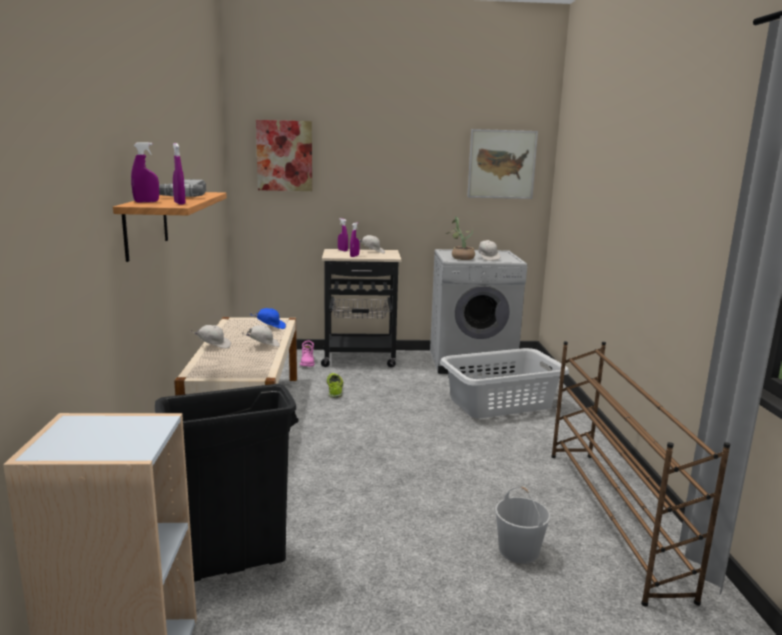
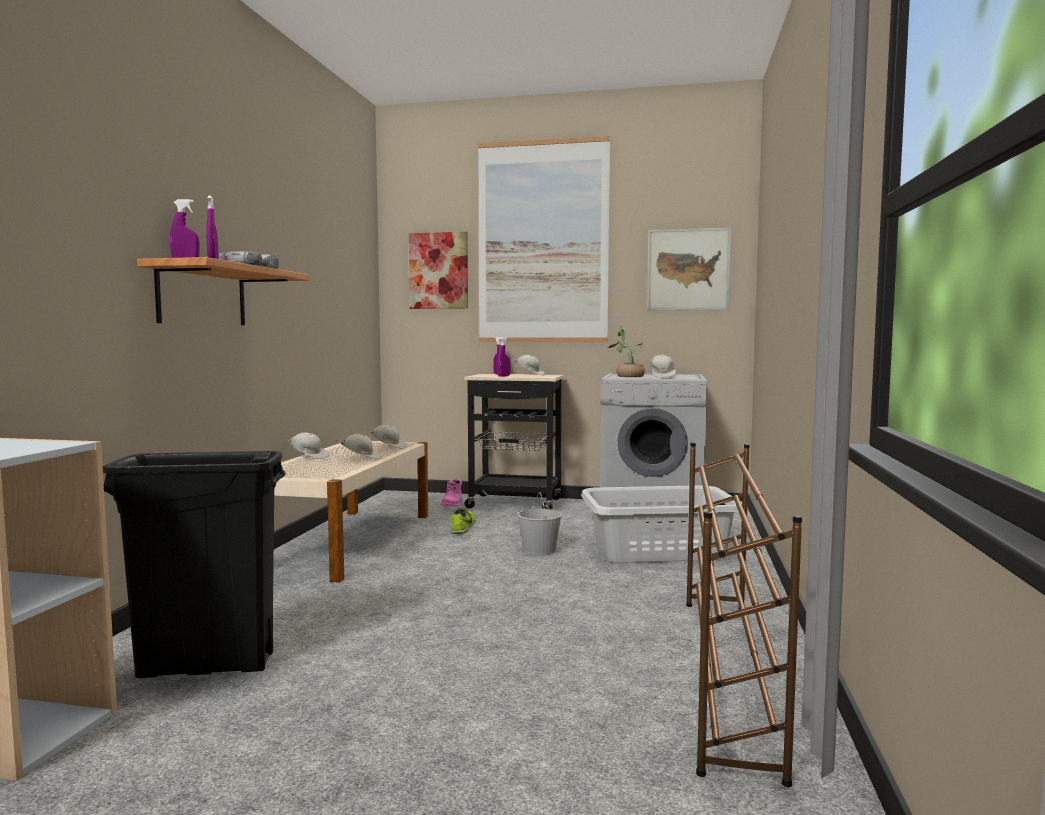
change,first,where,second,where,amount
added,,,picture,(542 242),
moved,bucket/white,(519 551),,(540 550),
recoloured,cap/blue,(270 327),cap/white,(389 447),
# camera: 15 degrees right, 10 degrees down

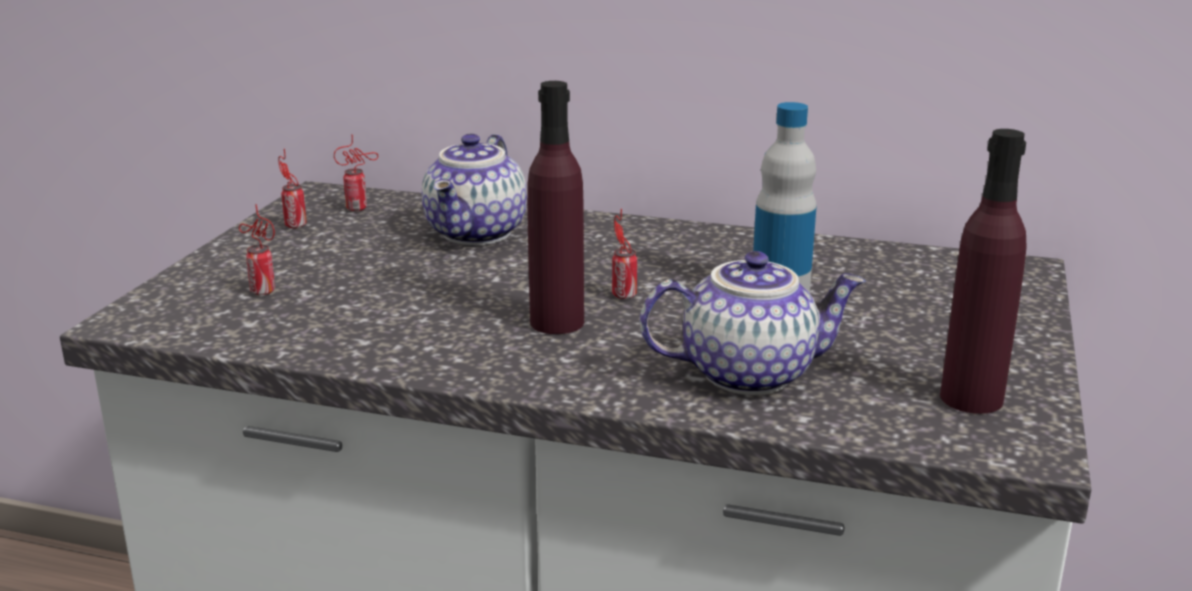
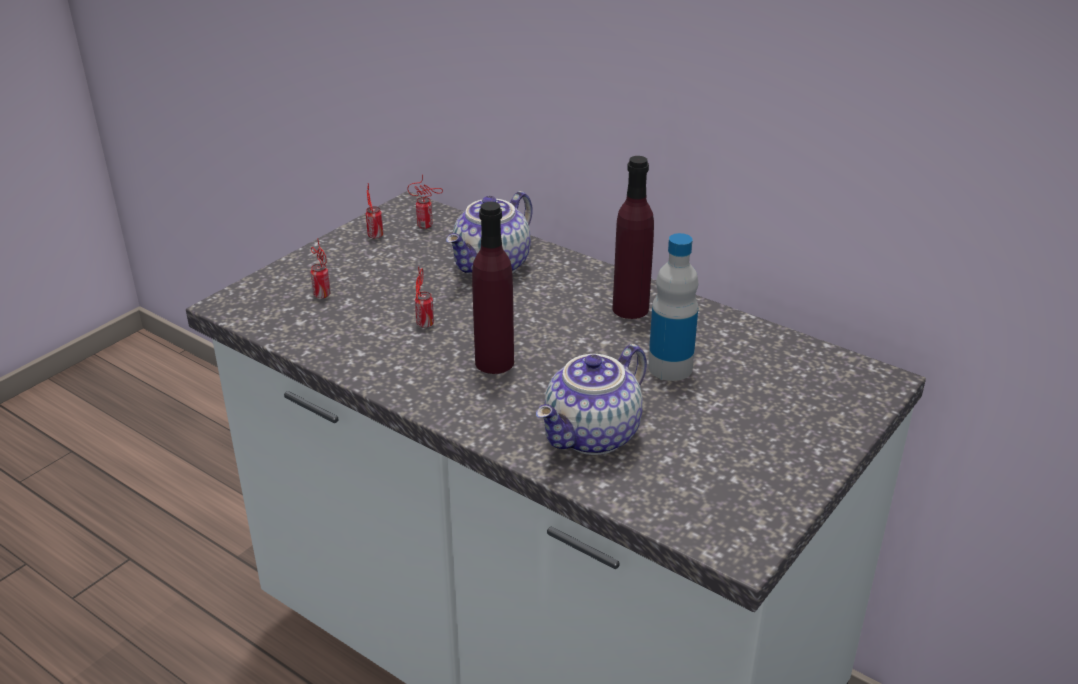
change,first,where,second,where,amount
moved,can,(625 296),,(425 325),
moved,bottle/purple,(971 398),,(630 309),
turned,teapot,(748 373),,(593 436),120 degrees clockwise
# camera: 20 degrees right, 10 degrees up

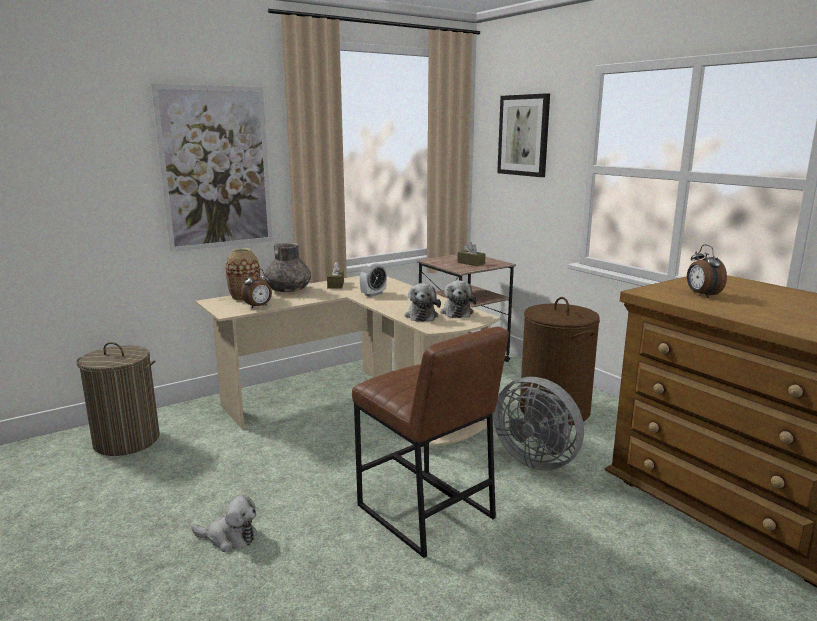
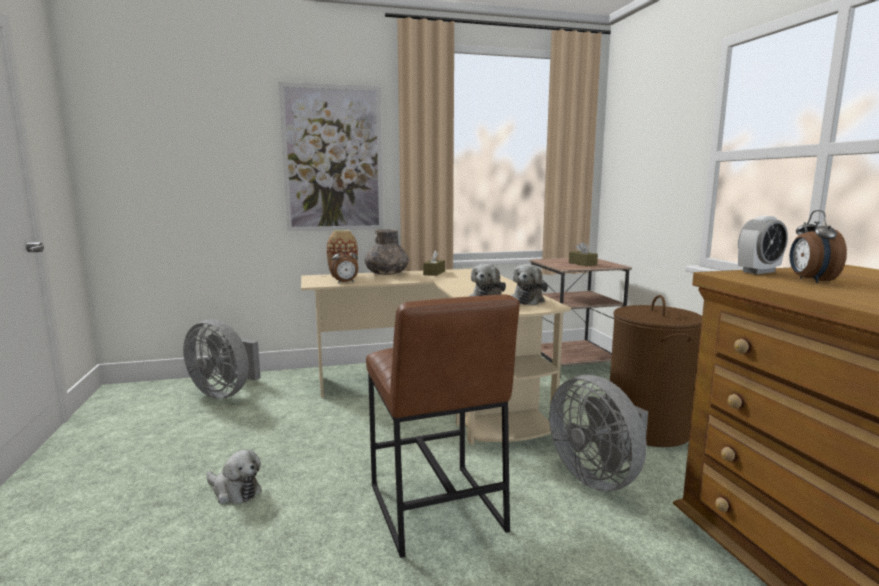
change,first,where,second,where,amount
removed,picture,(524 135),,,
moved,alarm clock,(373 294),,(758 272),
replaced,laundry basket,(127 440),fan/grey,(225 392),
# camera: 20 degrees right, 5 degrees down

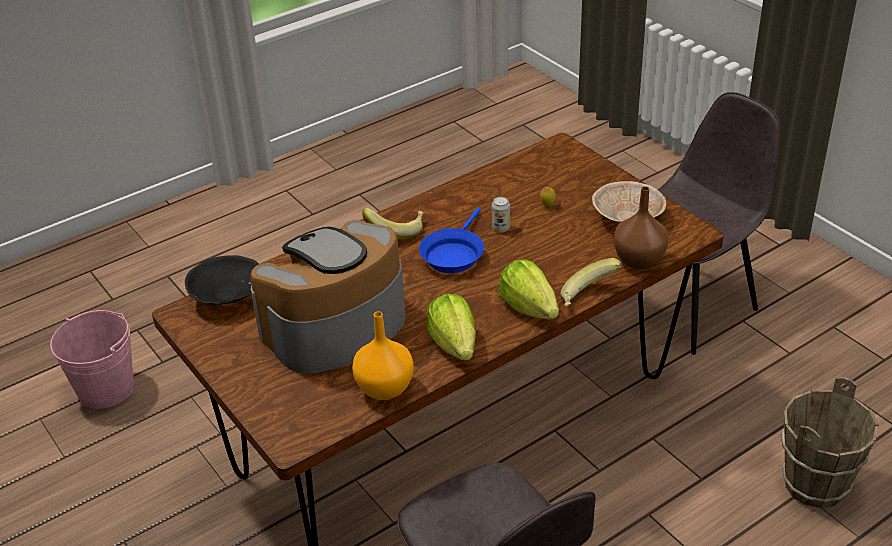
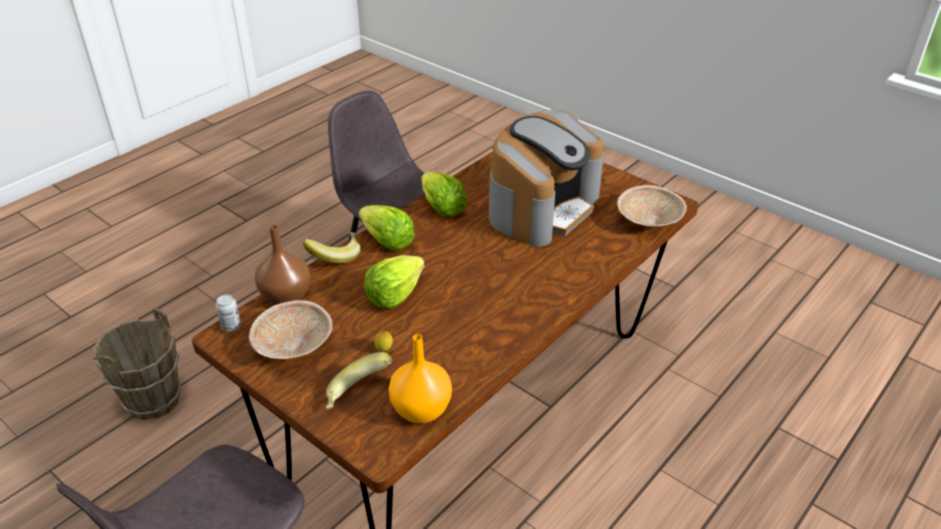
change,first,where,second,where,amount
removed,bucket/pink,(106 389),,,
removed,frying pan/blue,(453 254),,,
added,,,lettuce,(394 295),
moved,vase/orange,(386 389),,(420 410),
moved,banana,(396 231),,(358 395),
moved,can,(501 228),,(231 327),
recoloured,bowl/black,(228 295),bowl/beige,(648 221),
# camera: 165 degrees right, 0 degrees up

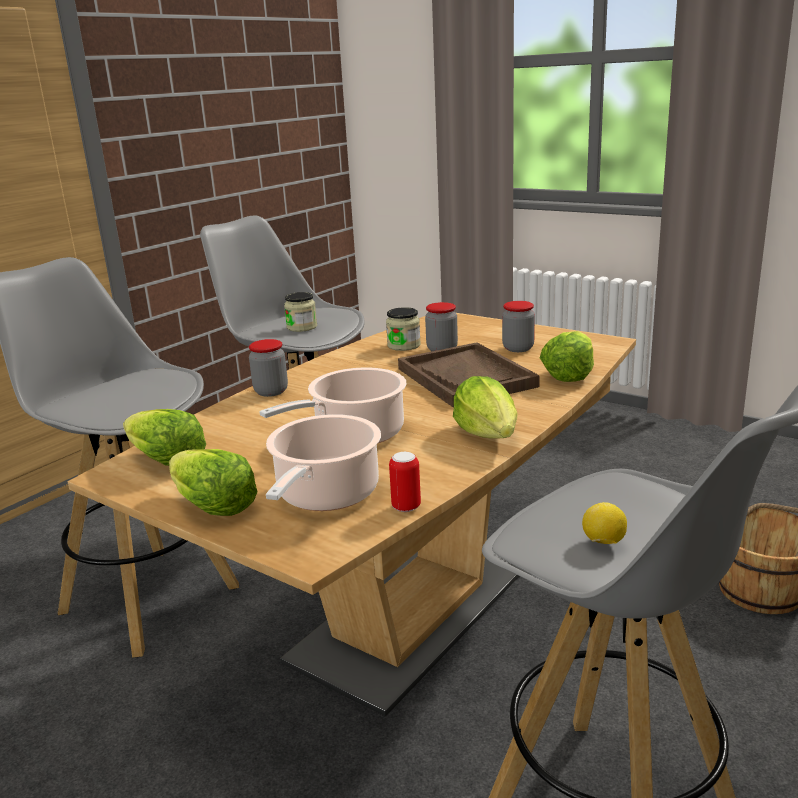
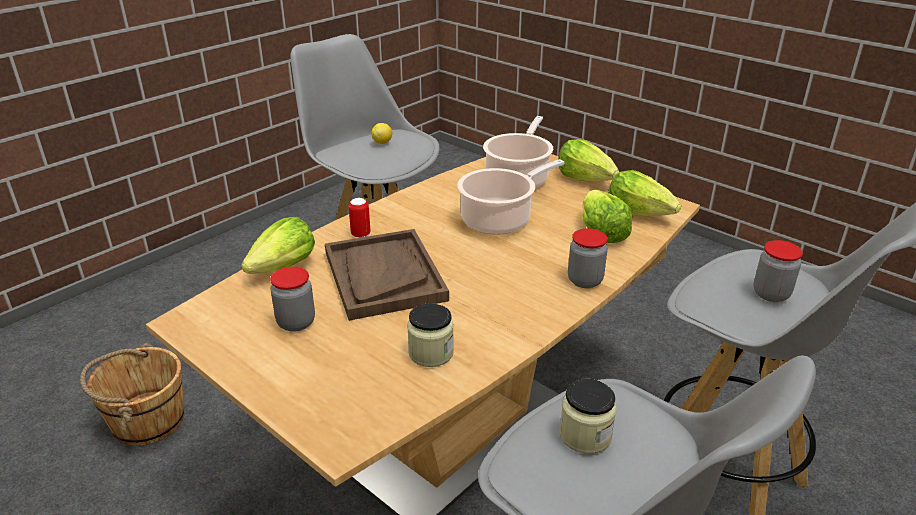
change,first,where,second,where,amount
moved,can,(406 507),,(360 234),
moved,jar,(442 349),,(771 294),
moved,lettuce,(488 434),,(601 232),
# camera: 175 degrees left, 10 degrees up

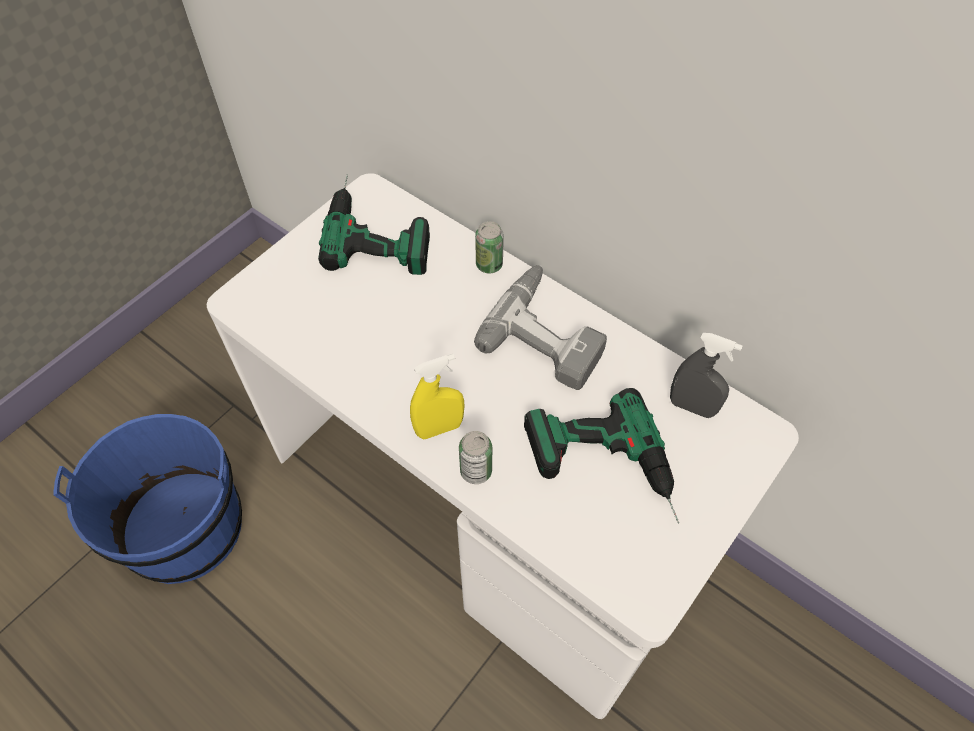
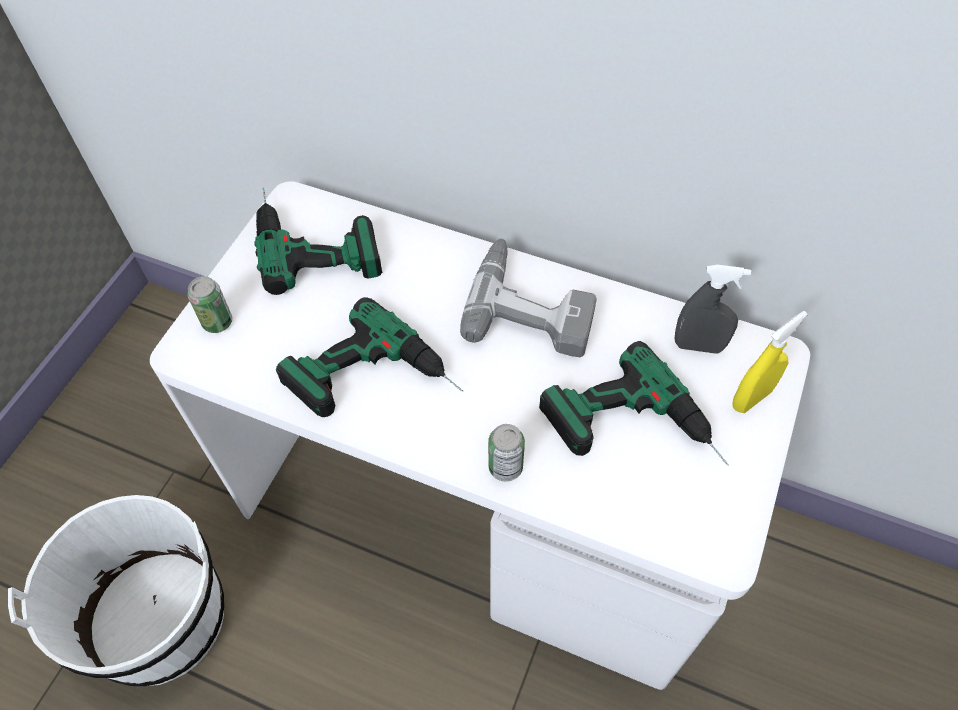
change,first,where,second,where,amount
added,,,power drill,(376 384),
moved,spray bottle/yellow,(439 428),,(751 398),
moved,can,(489 265),,(217 322),
recoloured,bucket/blue,(184 527),bucket/white,(159 617),
# camera: 15 degrees left, 0 degrees up

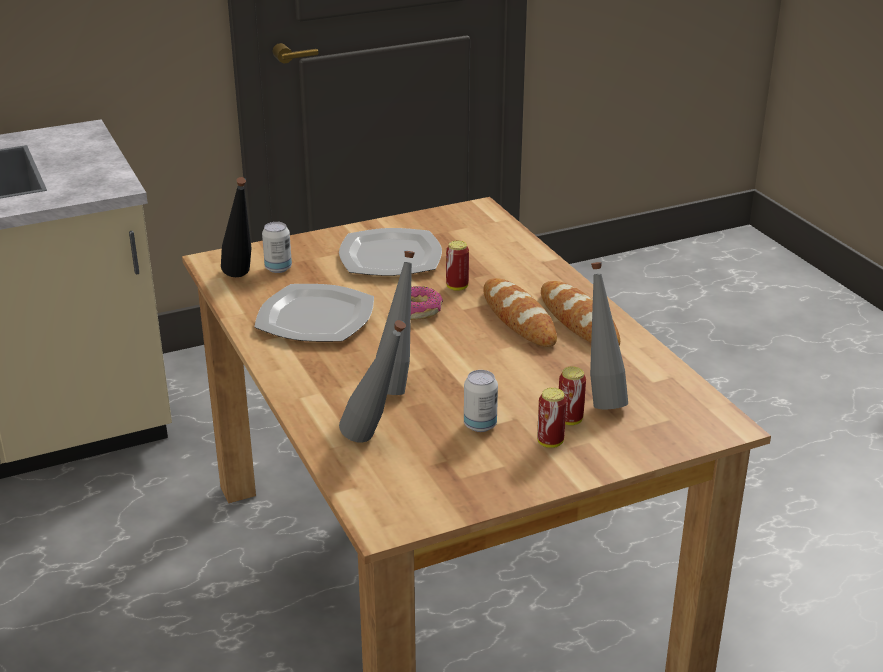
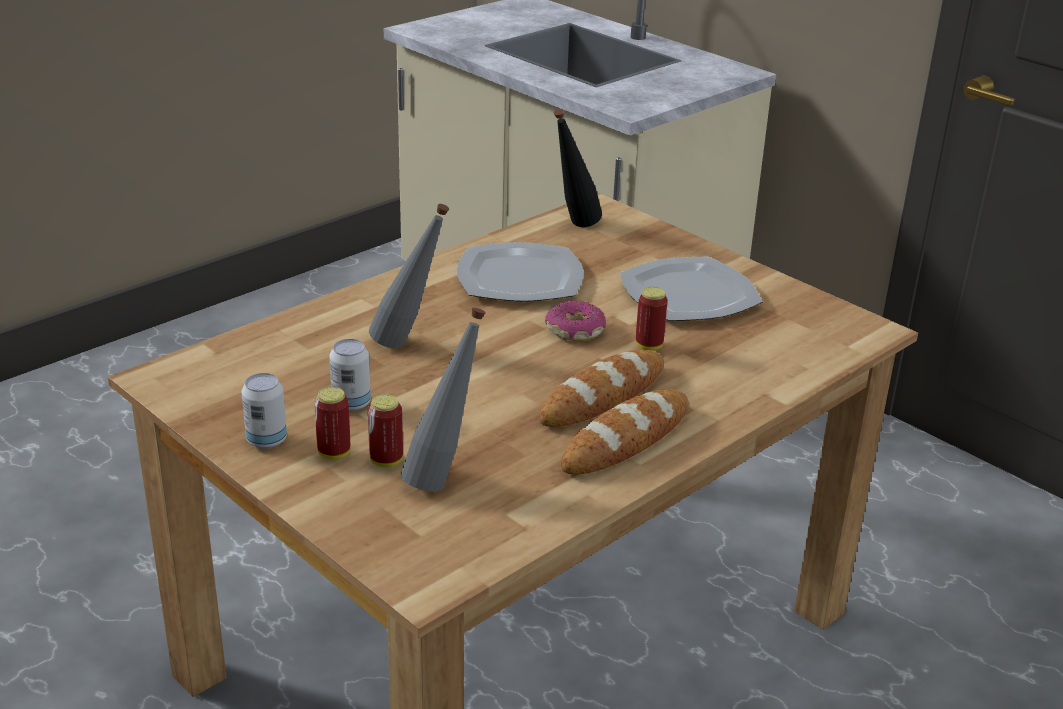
change,first,where,second,where,amount
removed,bottle/grey,(374 440),,,
moved,can,(278 268),,(266 440),
# camera: 70 degrees right, 0 degrees up

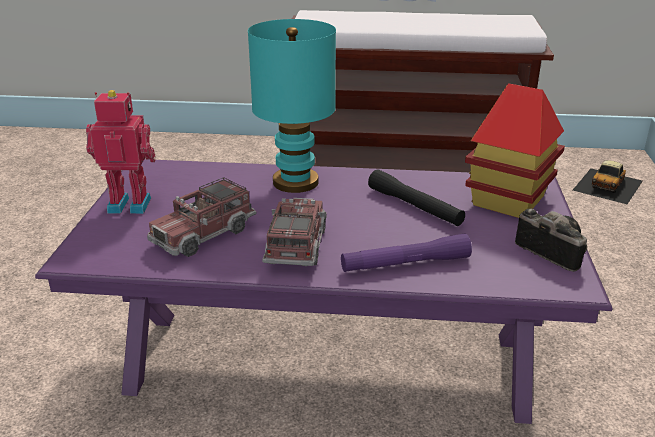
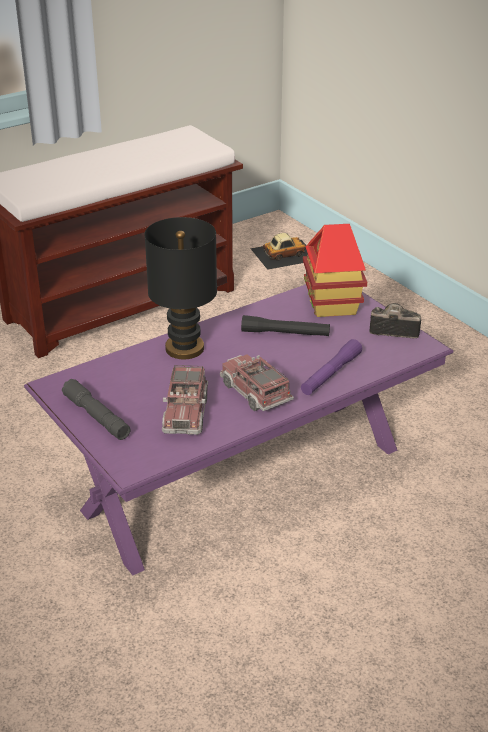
change,first,where,second,where,amount
replaced,toy robot,(130 204),flashlight/grey,(96 417),
recoloured,table lamp/turquoise,(297 182),table lamp/black,(185 348),
turned,toy car,(608 185),,(284 254),105 degrees counterclockwise
# camera: 40 degrees left, 5 degrees up

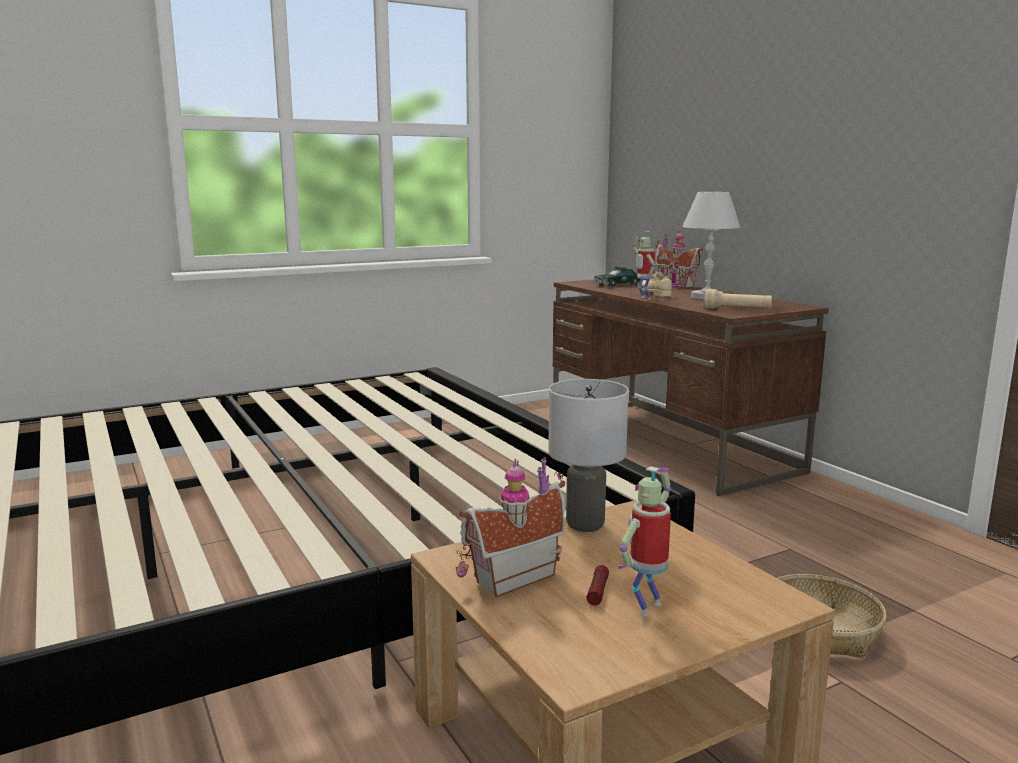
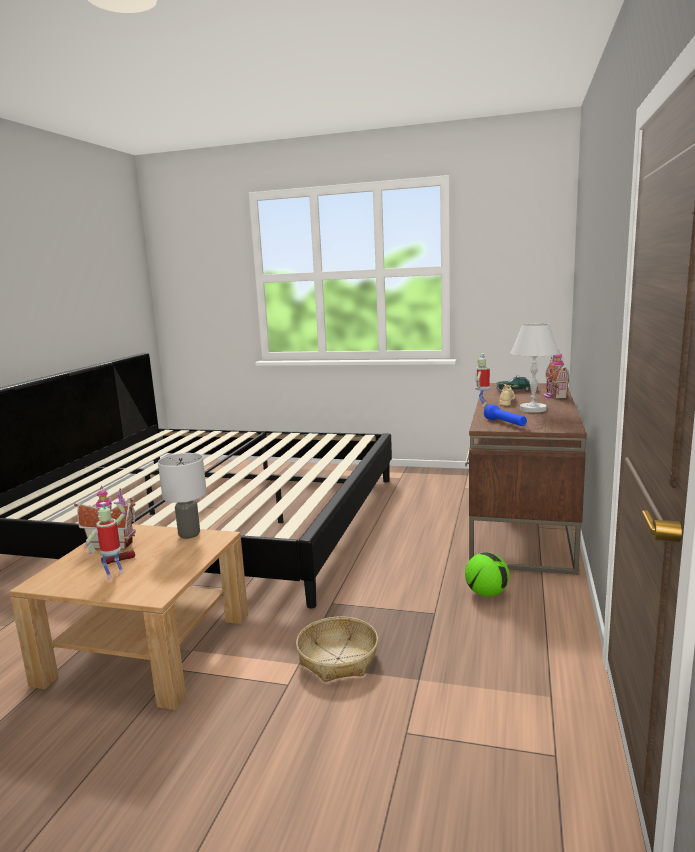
change,first,where,second,where,amount
added,,,football,(486 593),
recoloured,flashlight/beige,(737 309),flashlight/blue,(505 423),
turned,toy robot,(646 606),,(114 573),45 degrees counterclockwise
# camera: 45 degrees right, 0 degrees up

